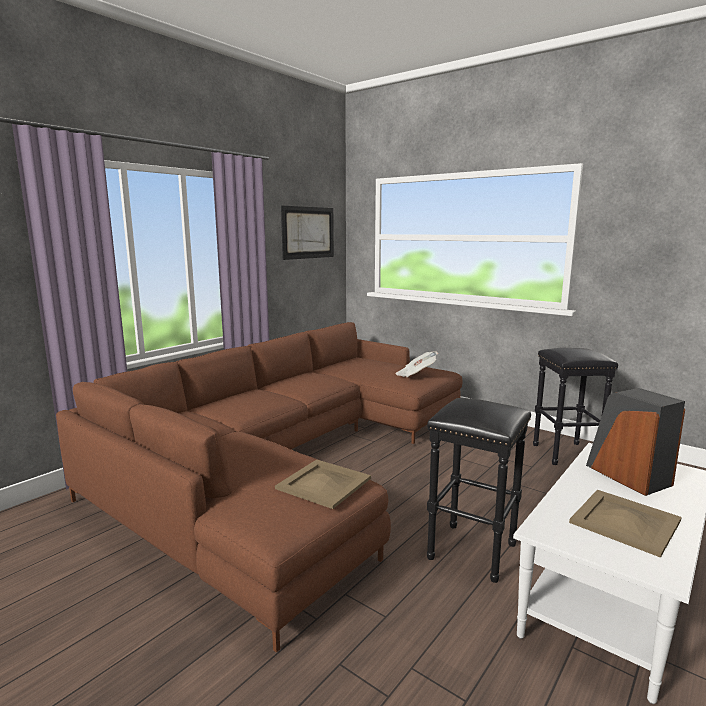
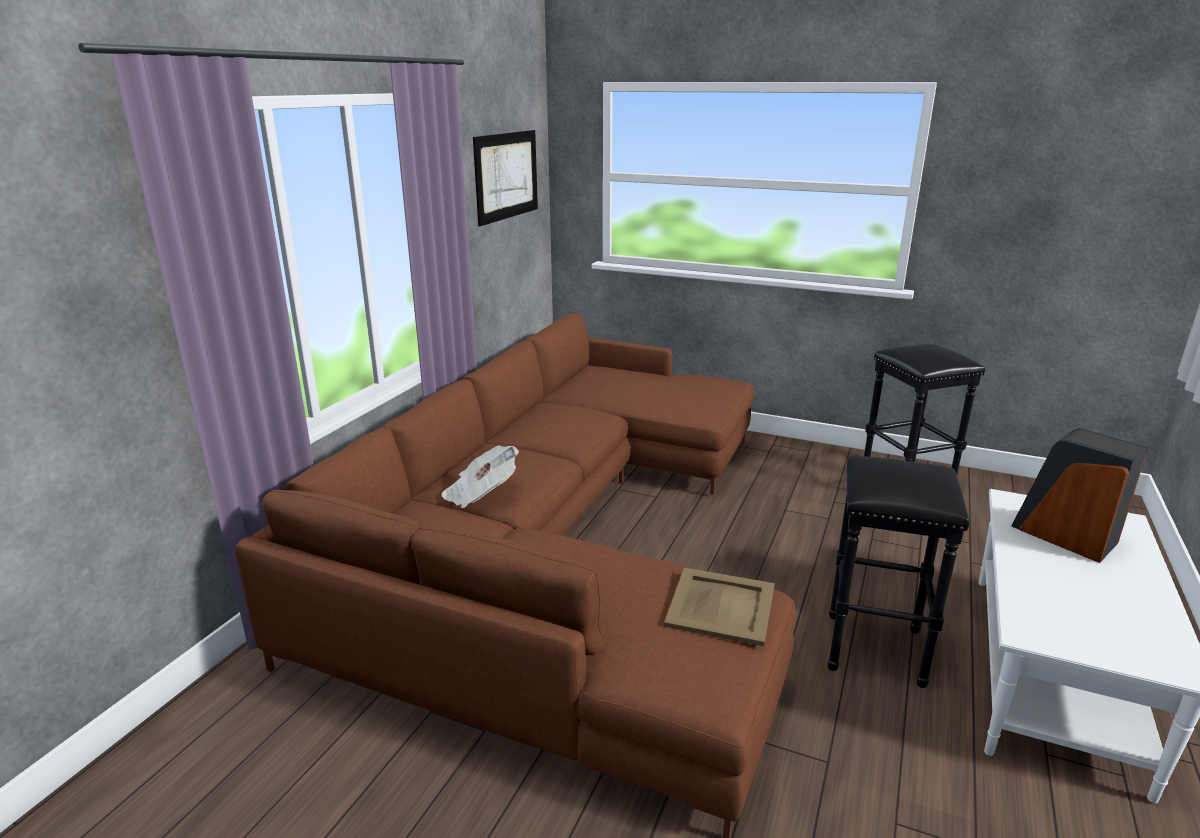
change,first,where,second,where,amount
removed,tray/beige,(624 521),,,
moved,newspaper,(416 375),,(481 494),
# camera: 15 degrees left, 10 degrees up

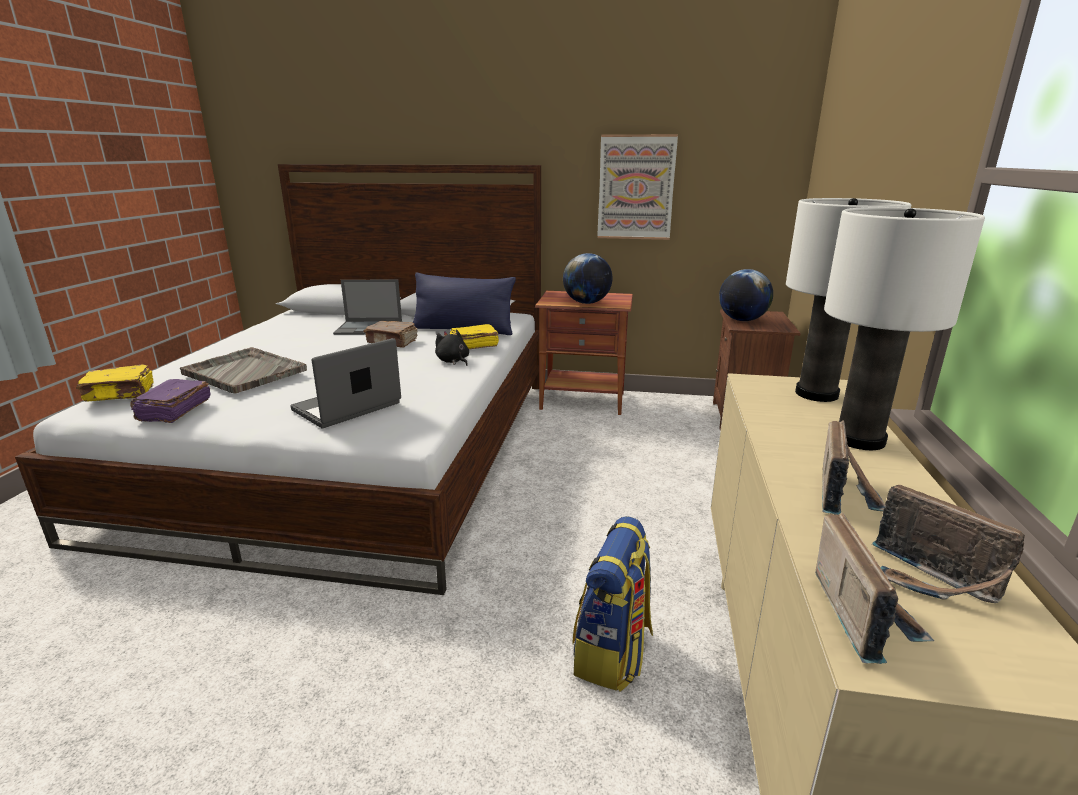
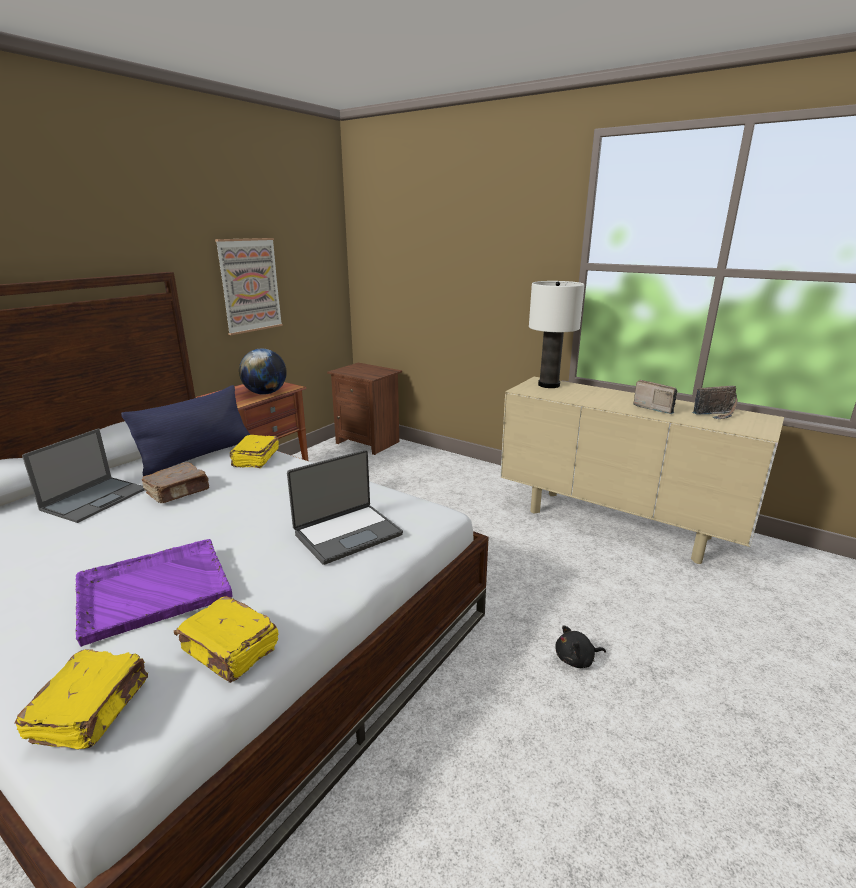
change,first,where,second,where,amount
removed,backpack,(613 653),,,
removed,globe,(742 320),,,
removed,radio,(862 614),,,
removed,table lamp/white,(860 439),,,
moved,plush toy/black,(453 361),,(576 659),
recoloured,book/purple,(174 411),book/yellow,(230 650),
recoloured,tray/grey,(244 372),tray/purple,(152 590),
turned,laptop,(348 408),,(347 533),105 degrees counterclockwise
# camera: 65 degrees left, 0 degrees up

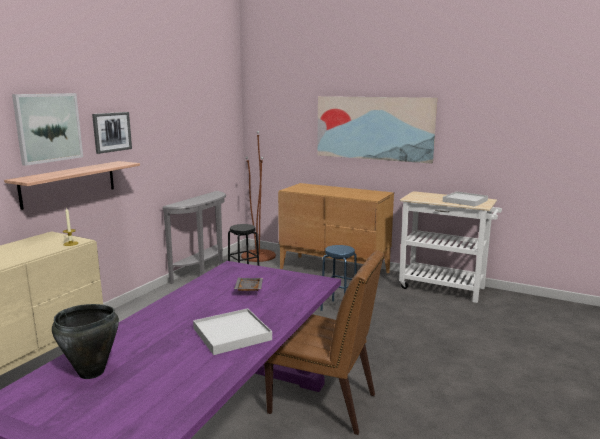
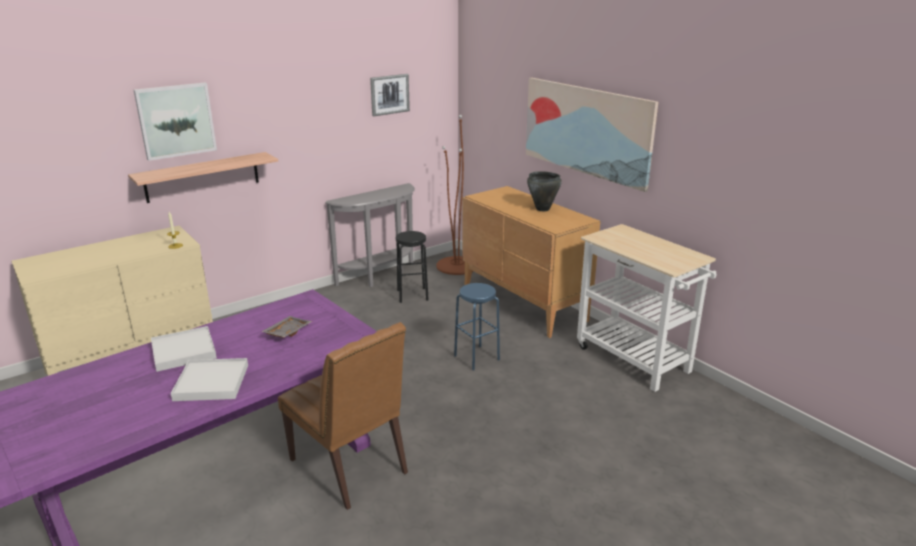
change,first,where,second,where,amount
moved,cooking pot/black,(91 373),,(542 209),
moved,picture,(111 132),,(389 94),
moved,tray/white,(465 201),,(183 351),
# camera: 25 degrees right, 10 degrees up

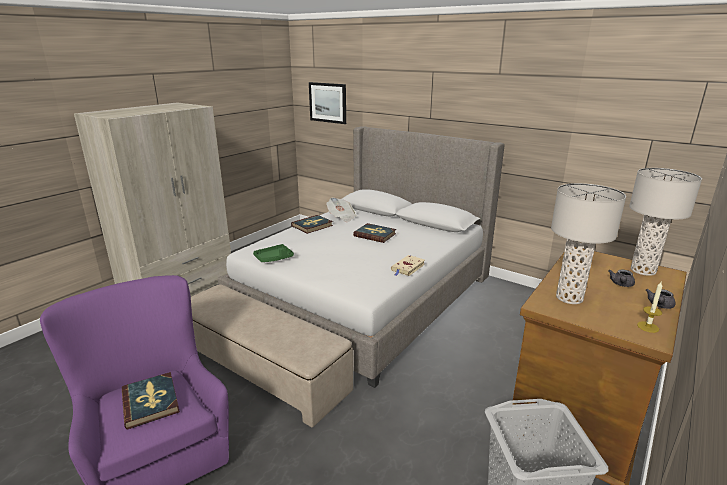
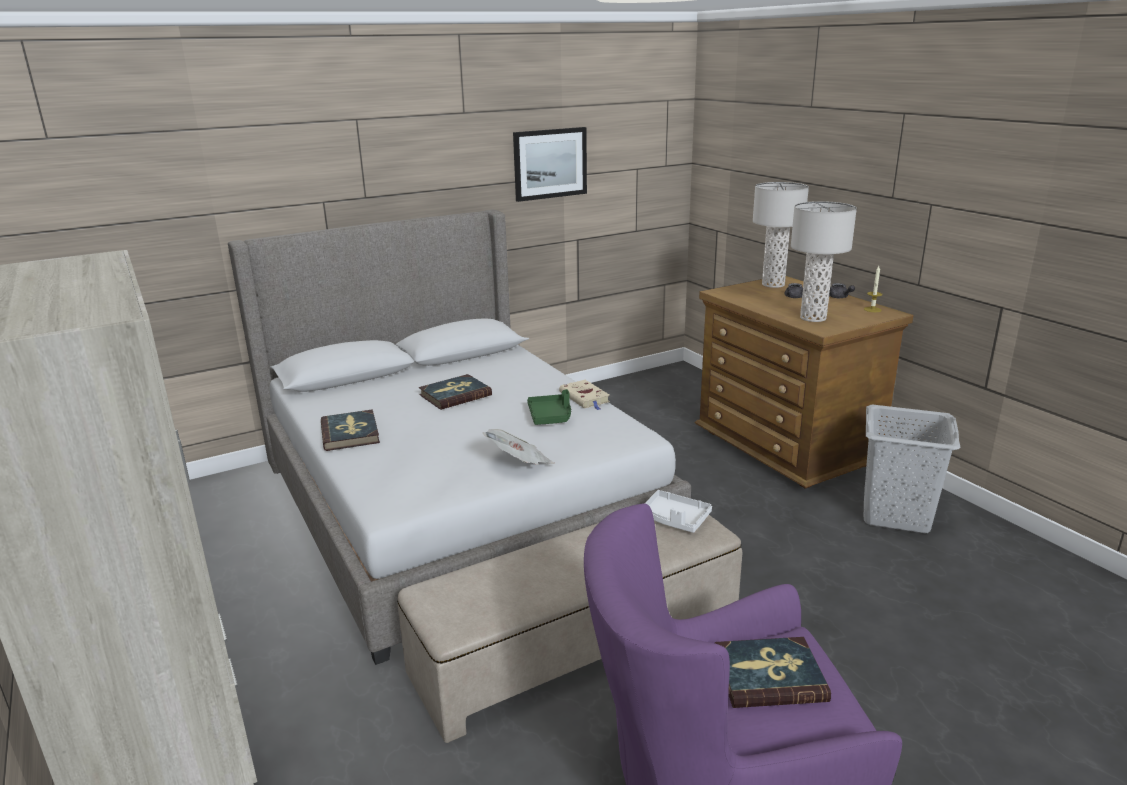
change,first,where,second,where,amount
added,,,tray/white,(675 519),
moved,tray/green,(274 258),,(550 416),
moved,picture,(328 102),,(550 163),
moved,newspaper,(341 217),,(520 463),
# camera: 65 degrees left, 0 degrees up

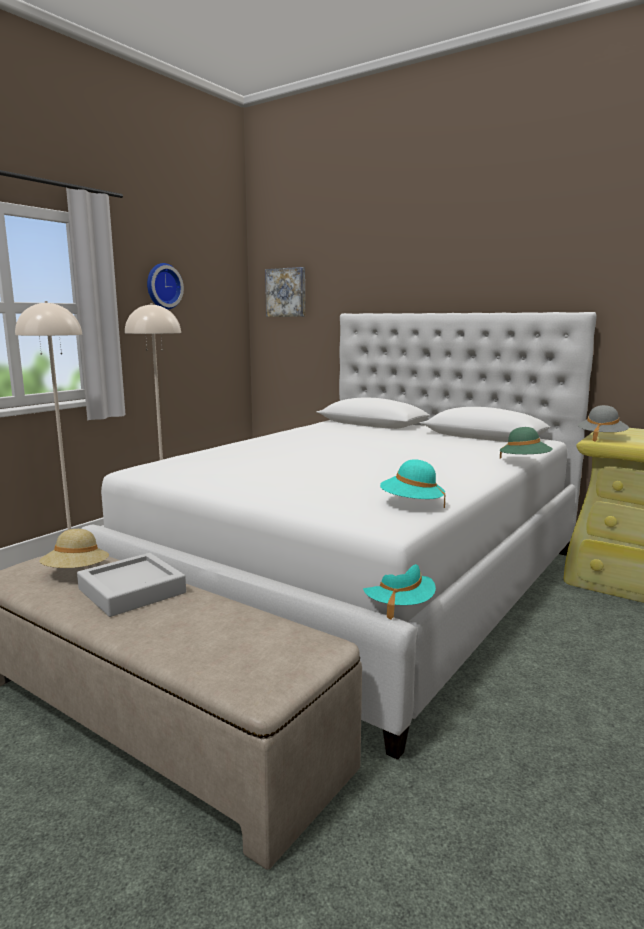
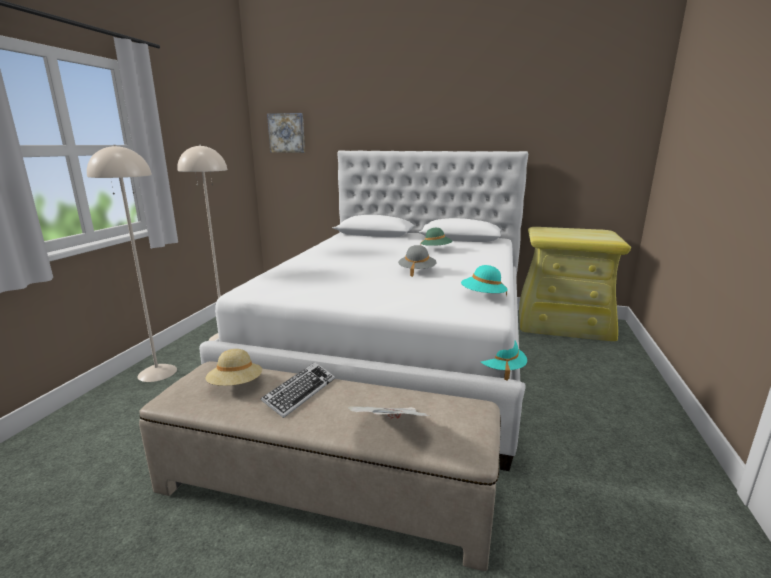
change,first,where,second,where,amount
removed,wall clock,(162 286),,,
added,,,newspaper,(391 429),
moved,hat/green,(524 462),,(436 249),
moved,hat/grey,(601 438),,(417 271),
replaced,tray/grey,(132 591),keyboard,(300 393),
# camera: 20 degrees left, 5 degrees up

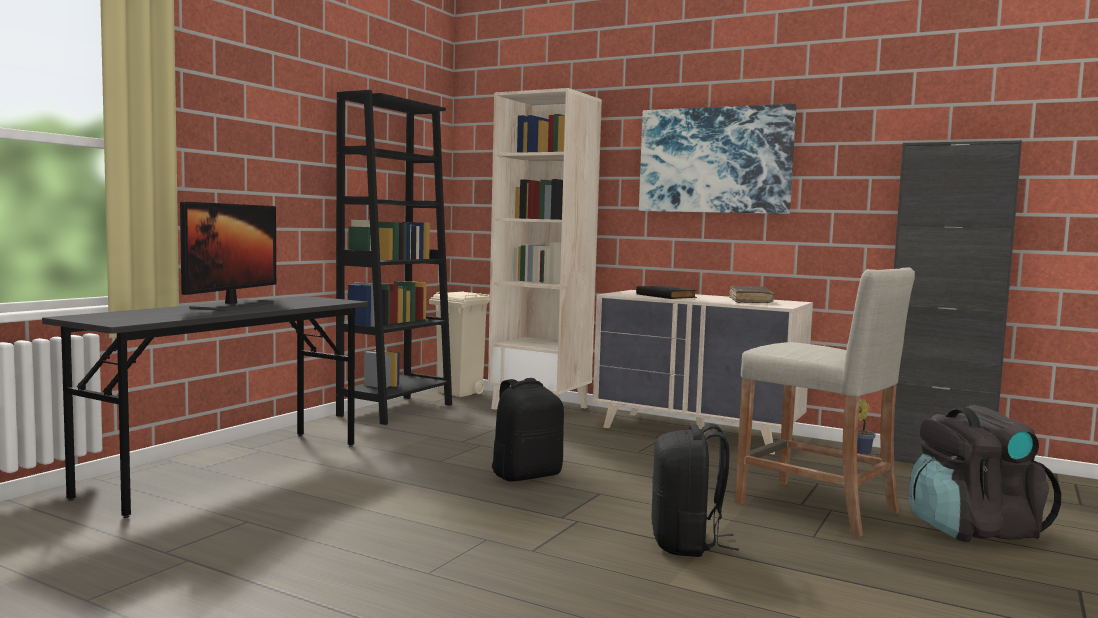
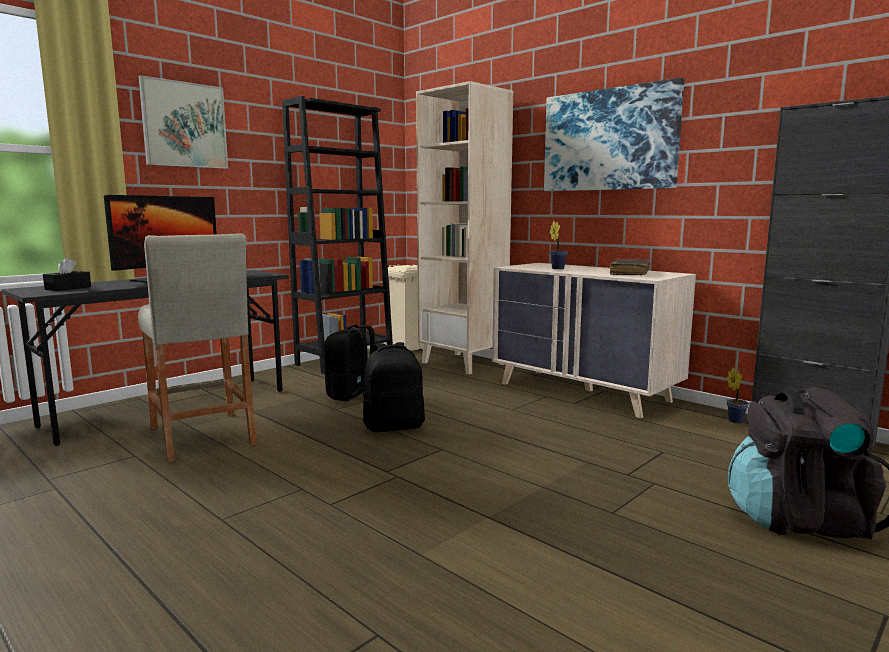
change,first,where,second,where,amount
added,,,tissue box/black,(68 288),
added,,,picture,(184 125),
moved,backpack/black,(687 544),,(351 395),
moved,stool/beige,(816 507),,(202 435),
replaced,book/black,(667 296),potted plant,(557 268),
# camera: 15 degrees right, 5 degrees up

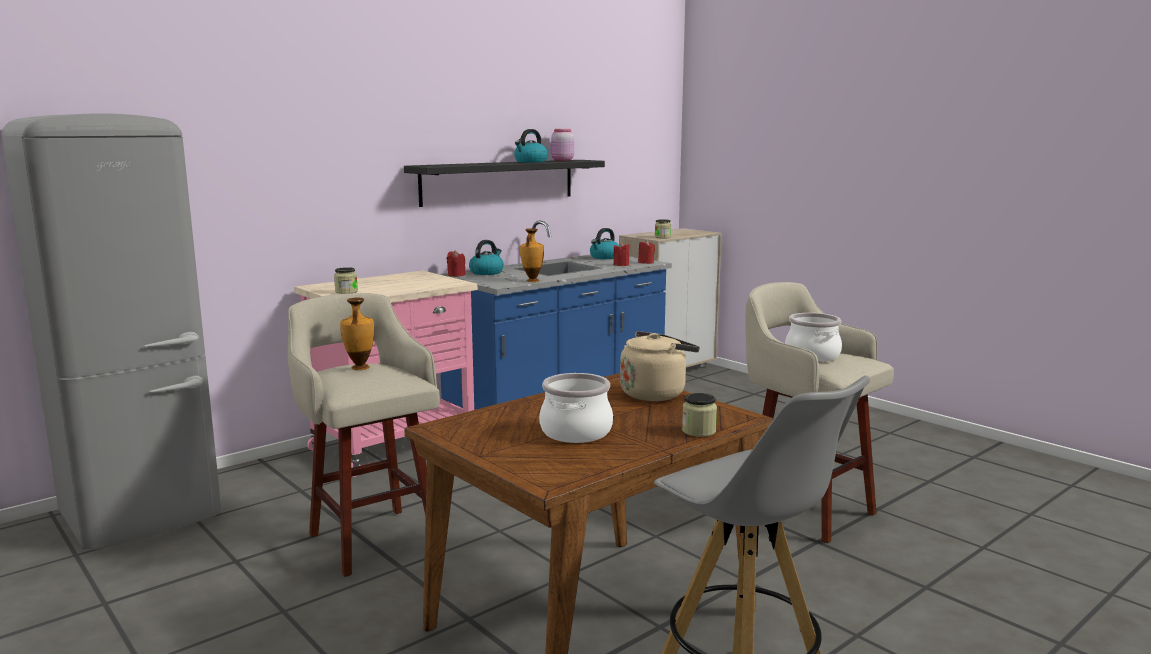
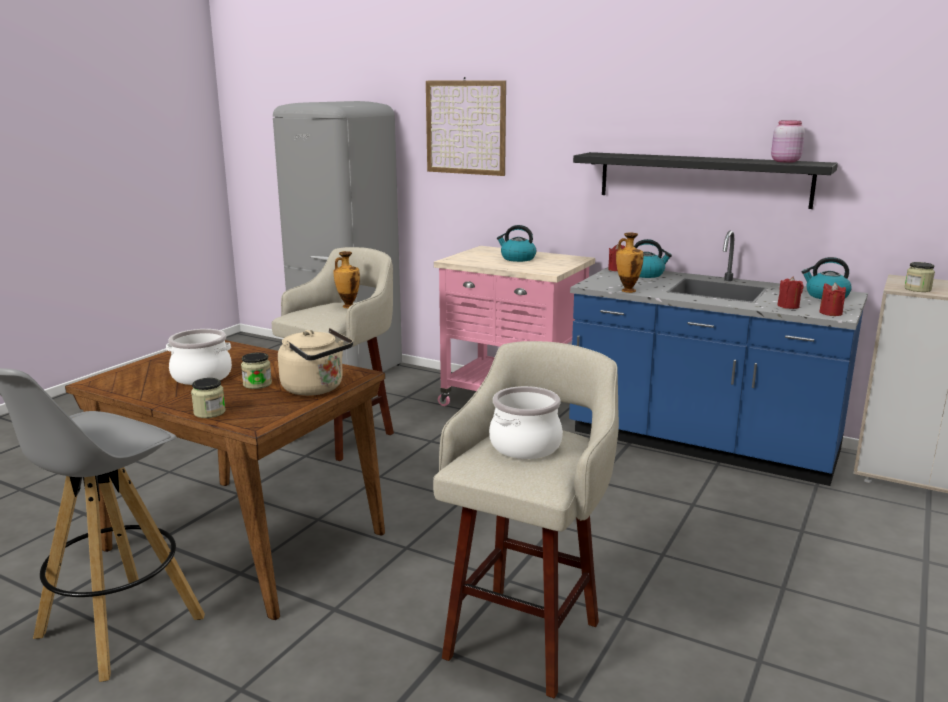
change,first,where,second,where,amount
added,,,picture,(466 126),
moved,jar,(346 292),,(257 384),
moved,kettle,(530 162),,(517 258),
# camera: 70 degrees right, 5 degrees up

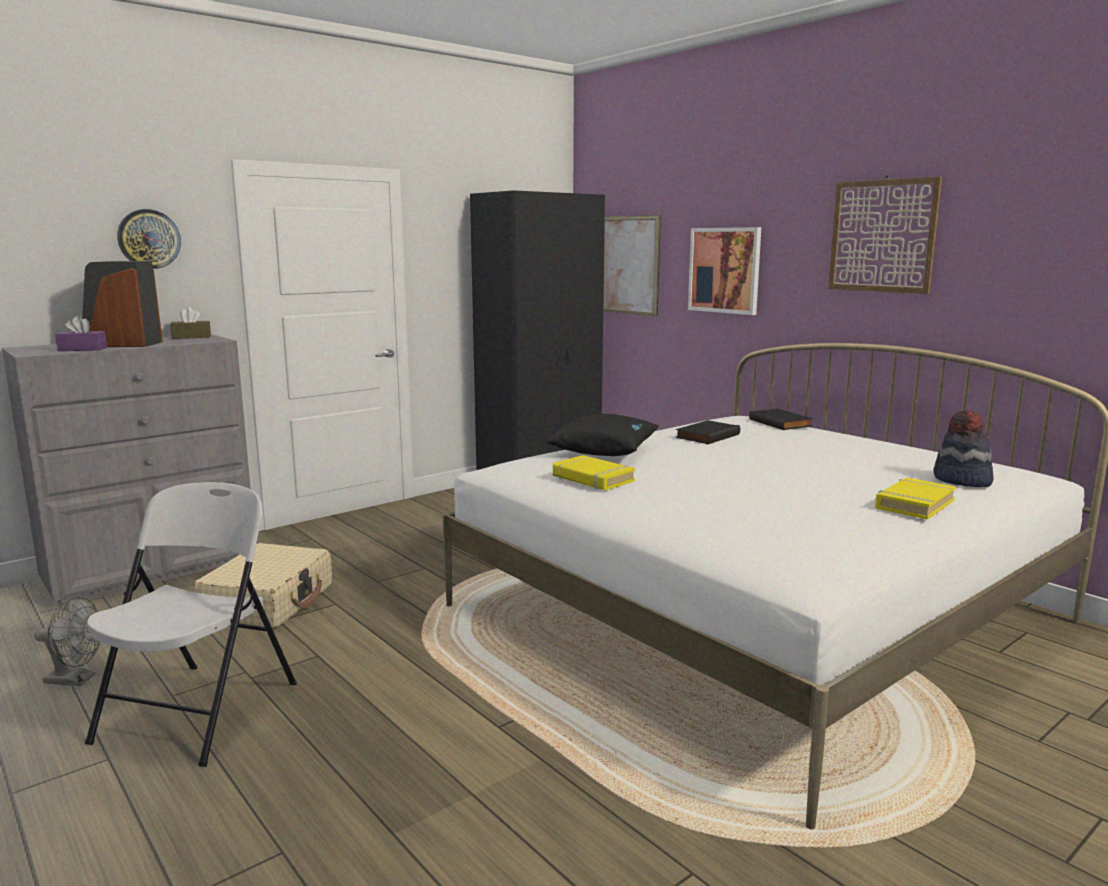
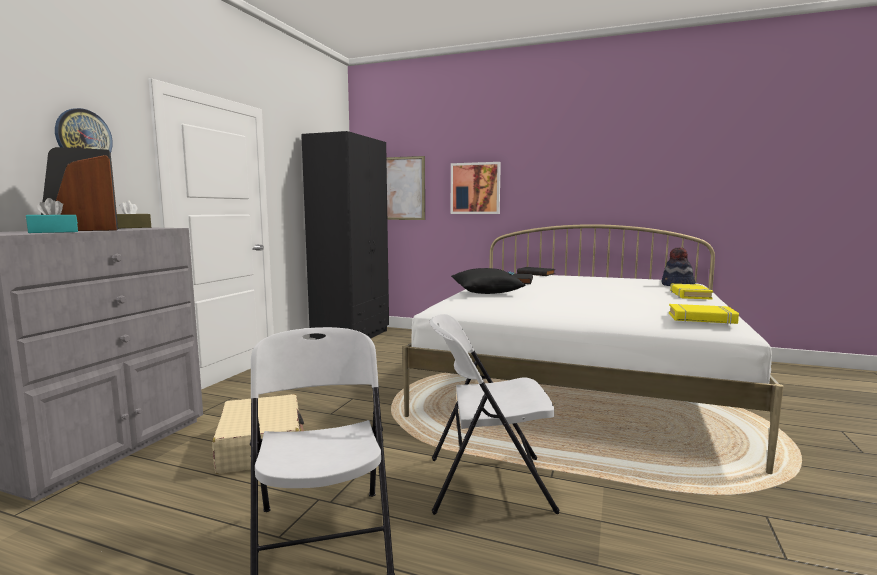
change,first,where,second,where,amount
removed,fan/grey,(77 680),,,
removed,picture,(882 234),,,
added,,,chair/white,(489 483),
moved,book/yellow,(592 479),,(701 319),
recoloured,tissue box/purple,(82 349),tissue box/turquoise,(53 232),
# camera: 30 degrees left, 5 degrees down

